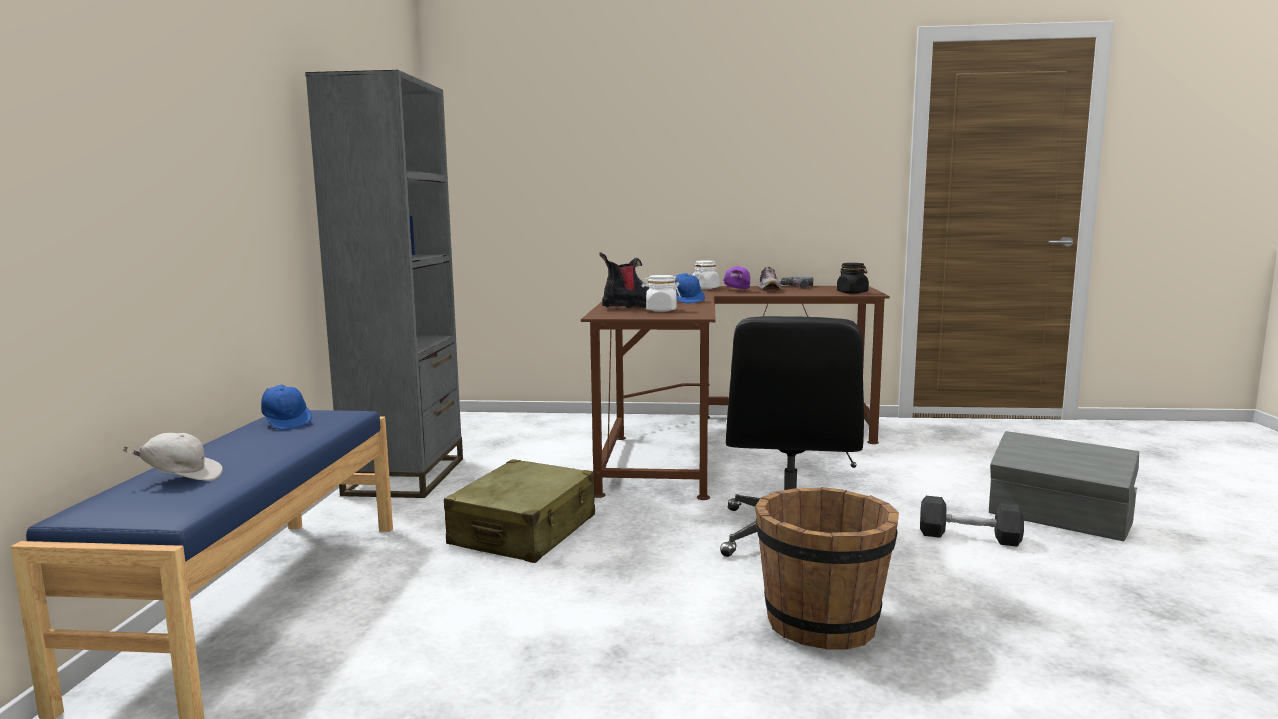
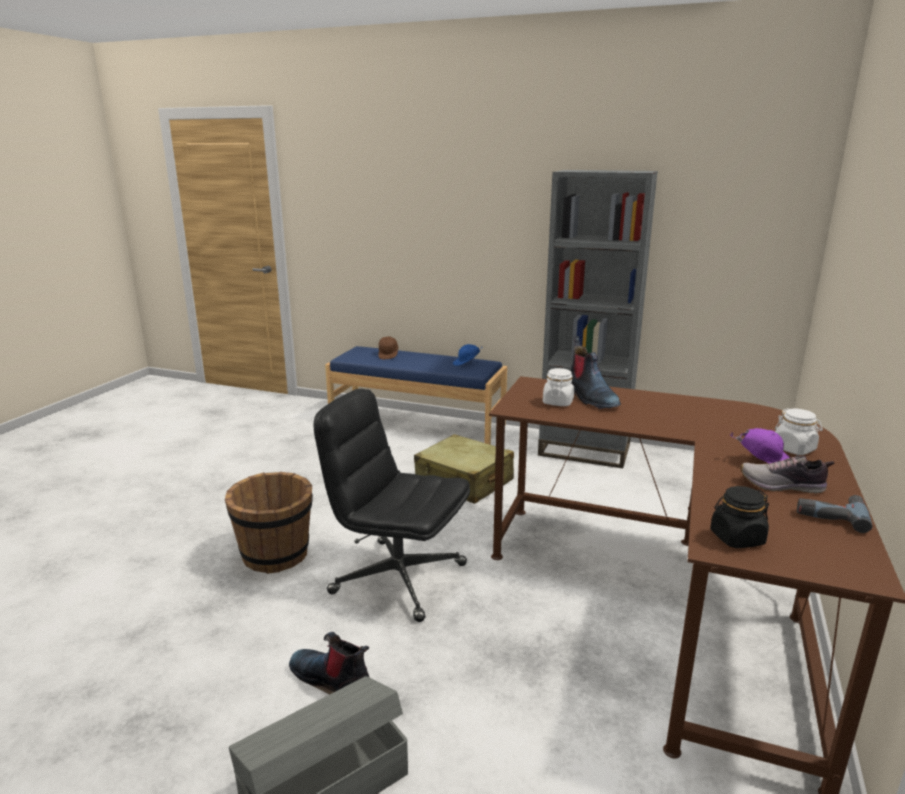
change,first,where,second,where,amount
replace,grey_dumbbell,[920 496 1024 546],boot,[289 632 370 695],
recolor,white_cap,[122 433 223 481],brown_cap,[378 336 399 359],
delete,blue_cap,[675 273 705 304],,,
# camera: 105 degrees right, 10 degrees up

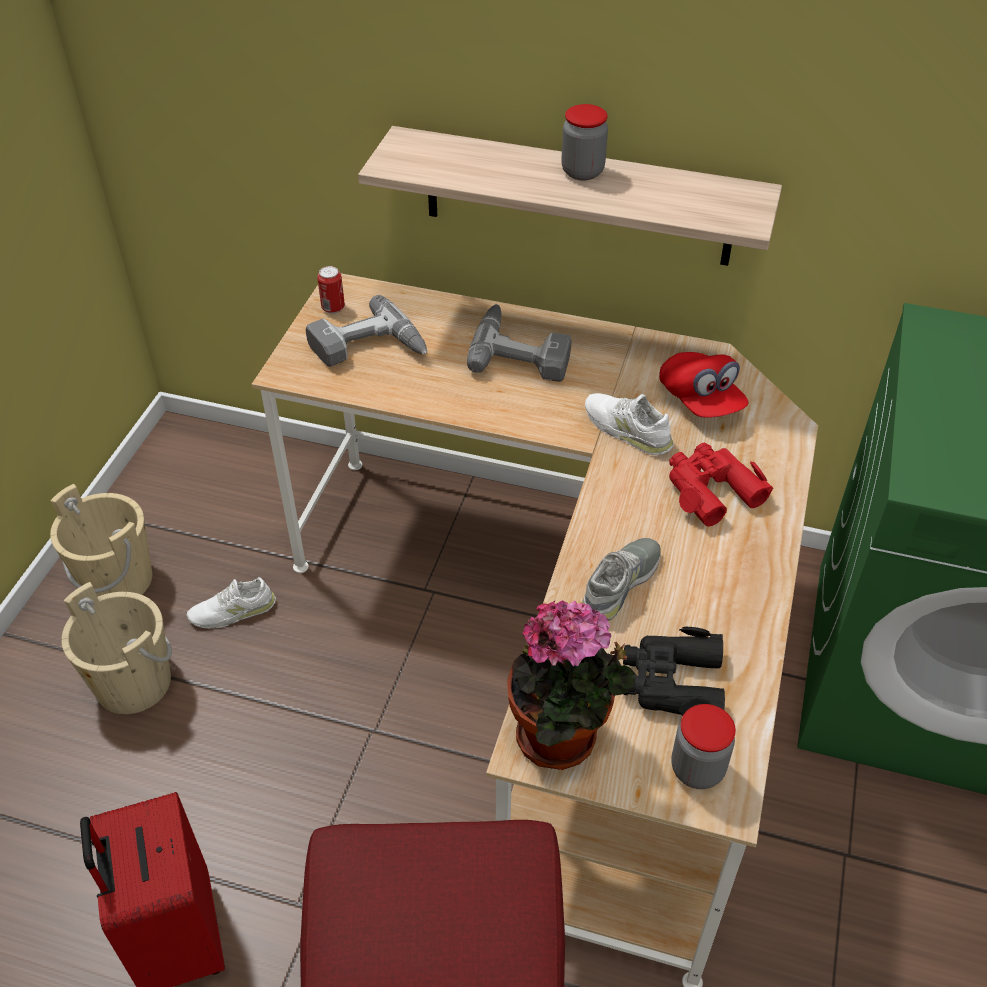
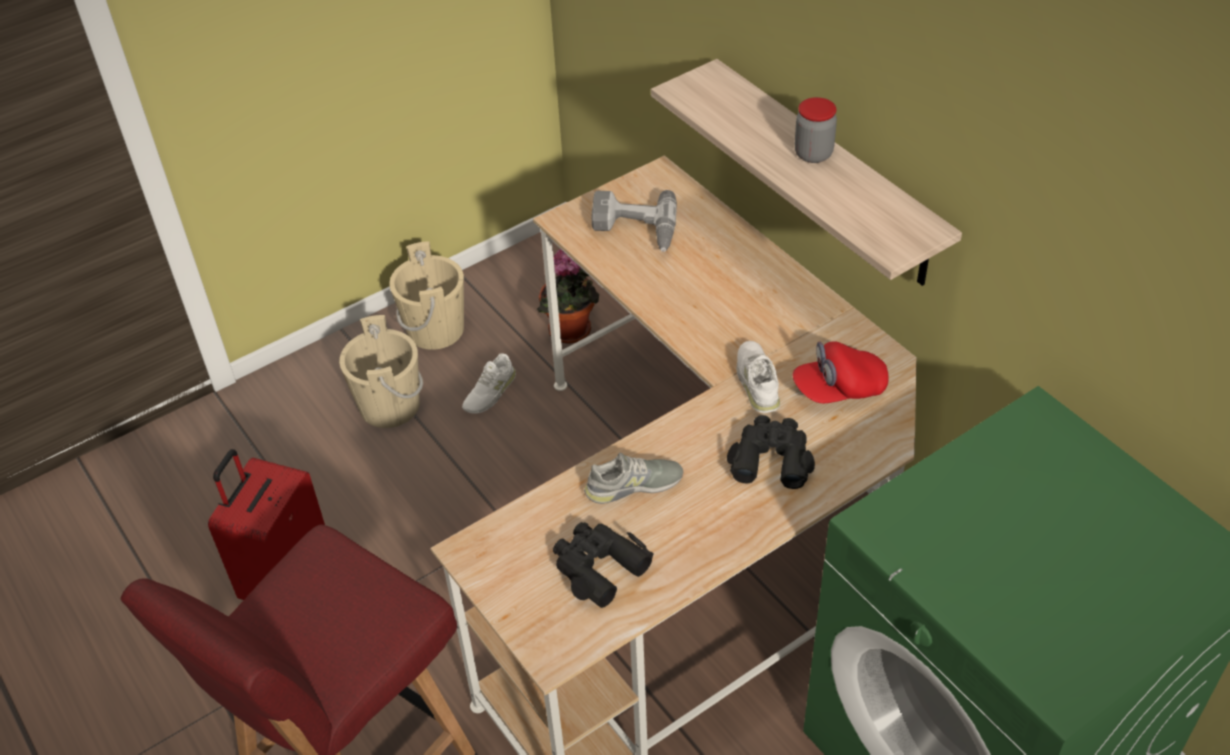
change,first,where,second,where,amount
rotate,white_shoe,[187 577 276 628],,[462 353 516 414],75 degrees counterclockwise
move,potted_plant,[507 600 636 770],,[537 249 599 344],
recolor,red_binoculars,[669 443 773 527],black_binoculars,[727 415 815 489],
rotate,red_cap,[659 352 748 418],,[792 341 889 403],60 degrees clockwise
delete,can,[317 266 345 314],,,
delete,power_drill,[467 304 572 382],,,
delete,jar,[671 704 736 789],,,
# camera: 40 degrees right, 0 degrees up

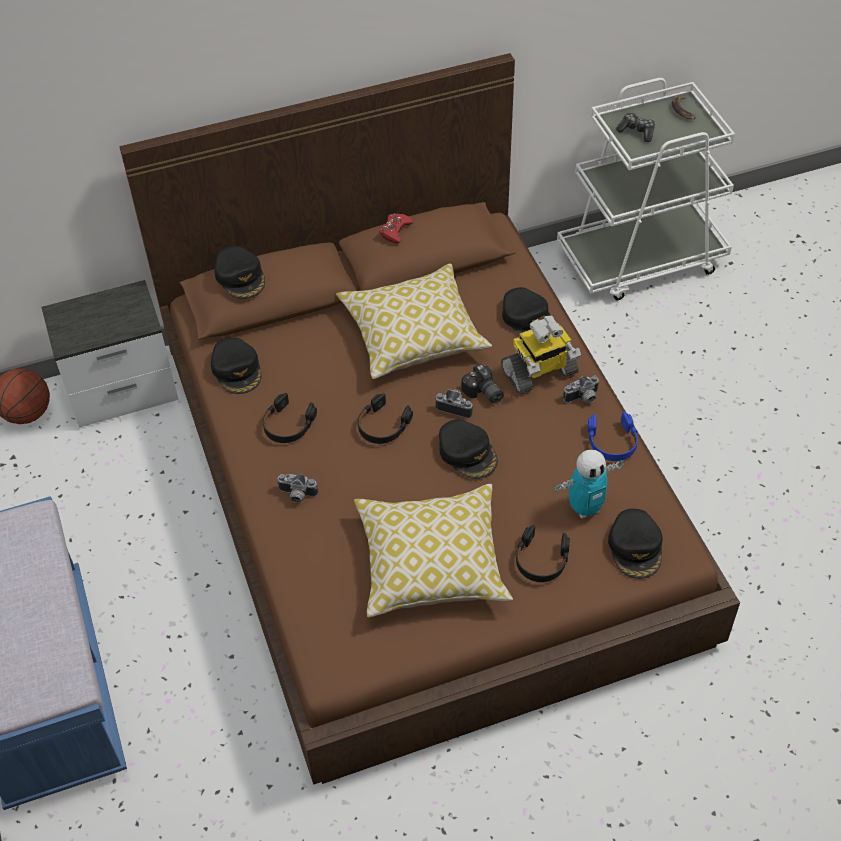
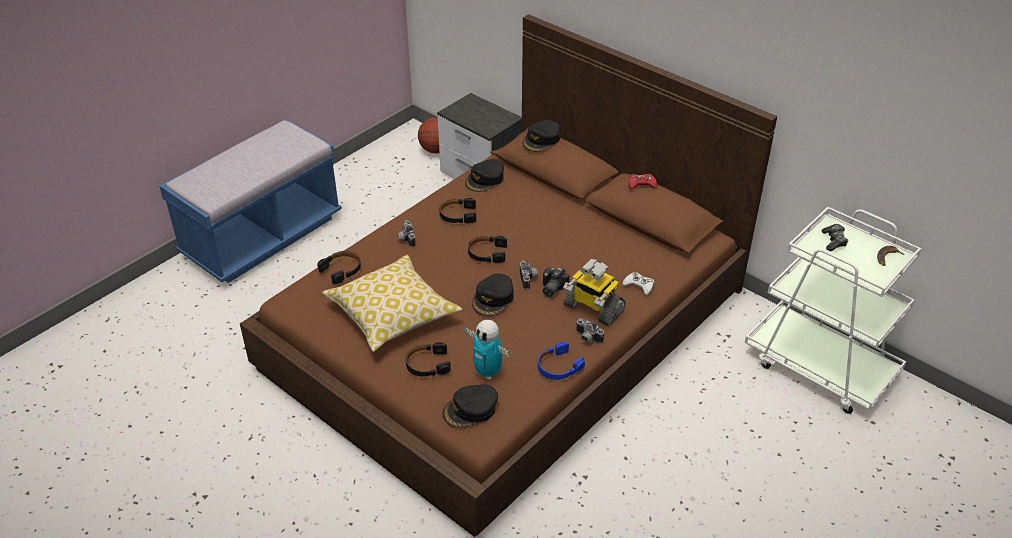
change,first,where,second,where,amount
insert,,,black_headphones,[317 251 361 284],
replace,black_cap,[502 287 551 335],white_game_controller,[622 272 654 295],
delete,pillow,[336 264 492 379],,,
# camera: 60 degrees right, 10 degrees down

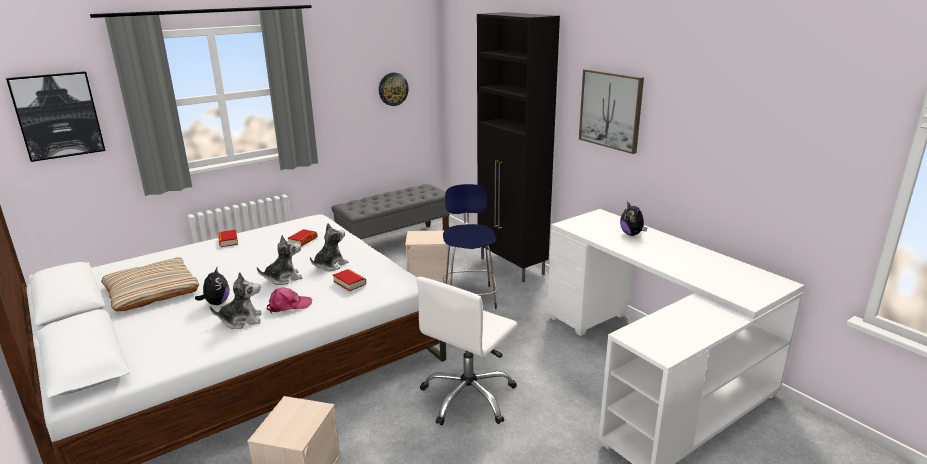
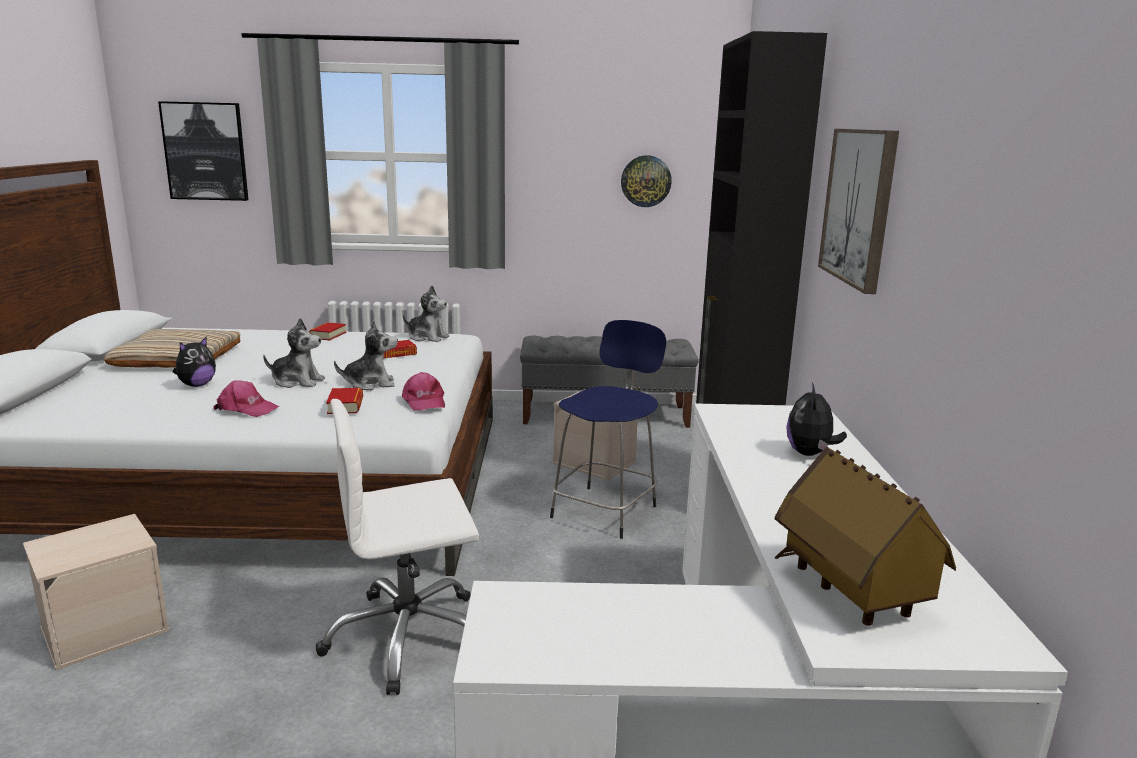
change,first,where,second,where,amount
insert,,,pink_cap,[402 372 445 411],
move,plush_toy,[210 272 261 329],,[403 286 449 342],
insert,,,toy_house,[774 446 956 626],
# camera: 35 degrees right, 5 degrees down

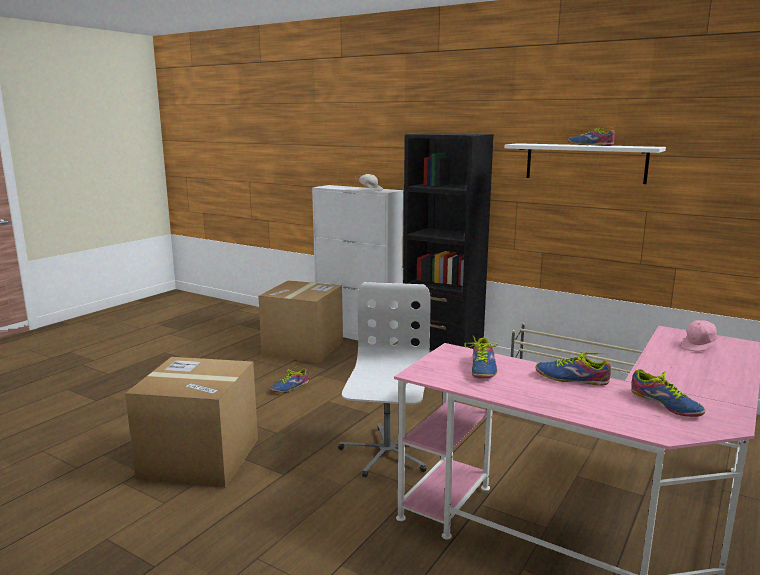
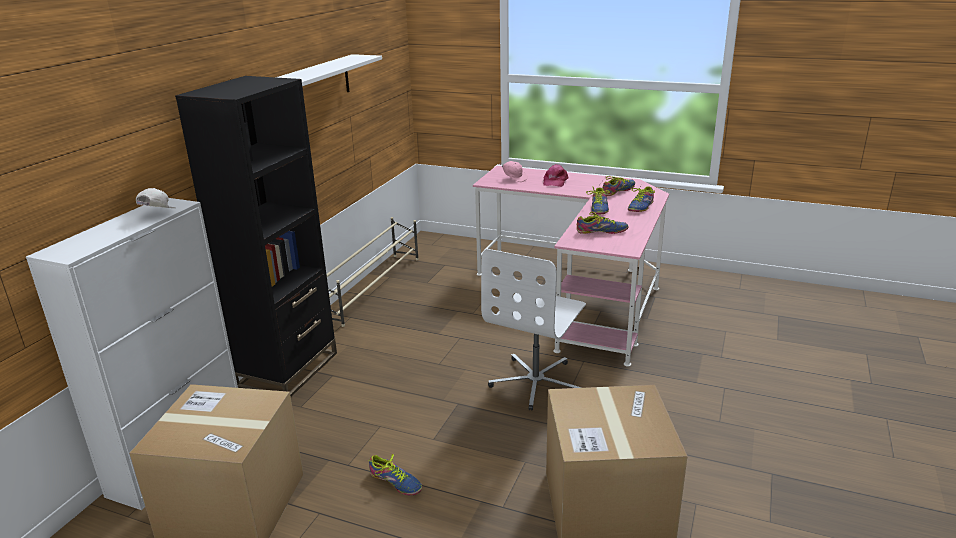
change,first,where,second,where,amount
rotate,white_office_chair,[338 282 431 478],,[481 249 586 410],60 degrees counterclockwise
insert,,,pink_cap,[543 164 569 187],
move,shoe,[568 127 615 146],,[628 185 655 212],
# camera: 100 degrees left, 10 degrees up

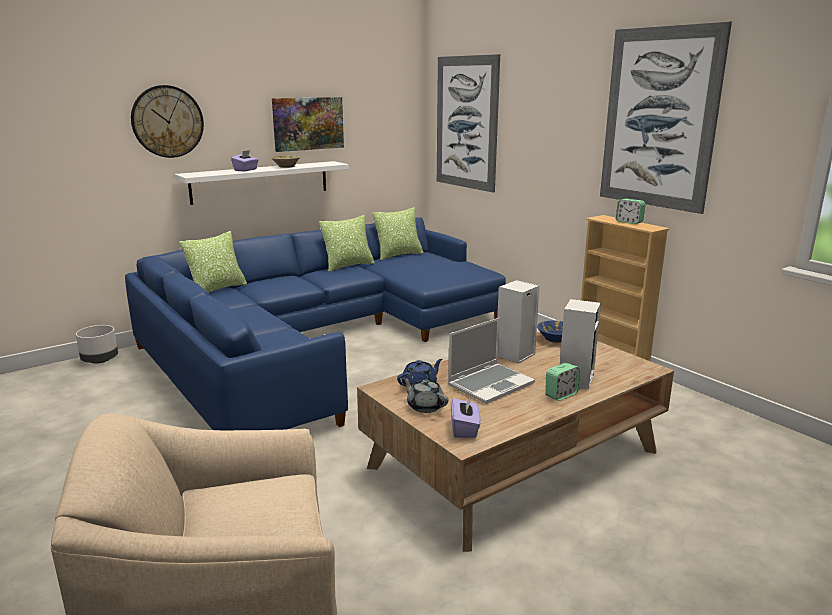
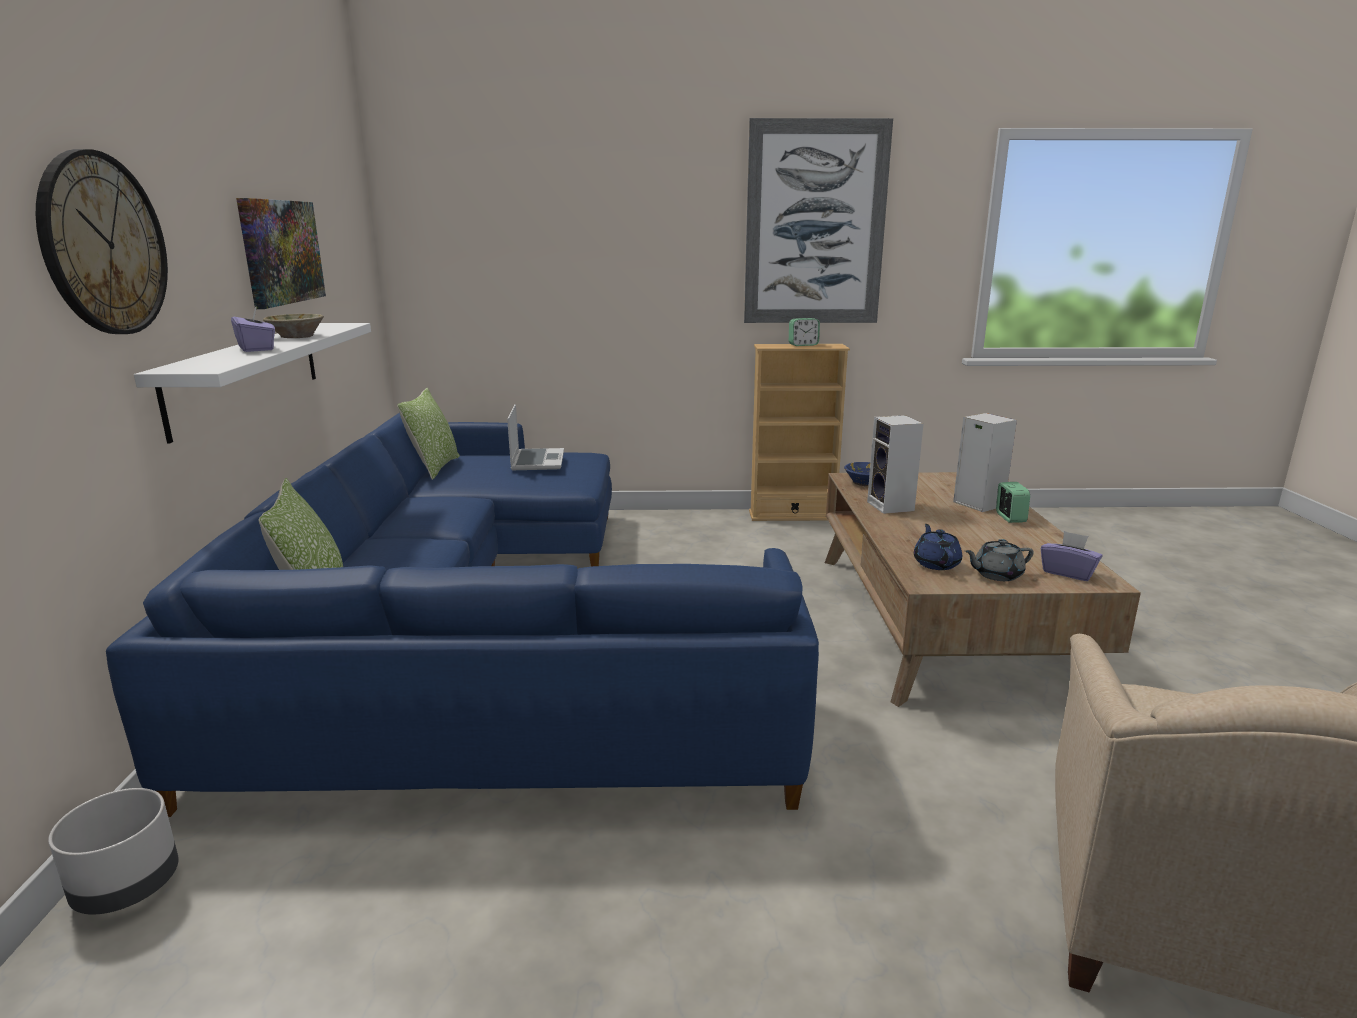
change,first,where,second,where,amount
move,laptop,[448 318 535 404],,[507 404 564 470],
delete,pillow,[319 215 375 272],,,
delete,picture,[437 54 500 193],,,
# camera: 55 degrees left, 0 degrees up

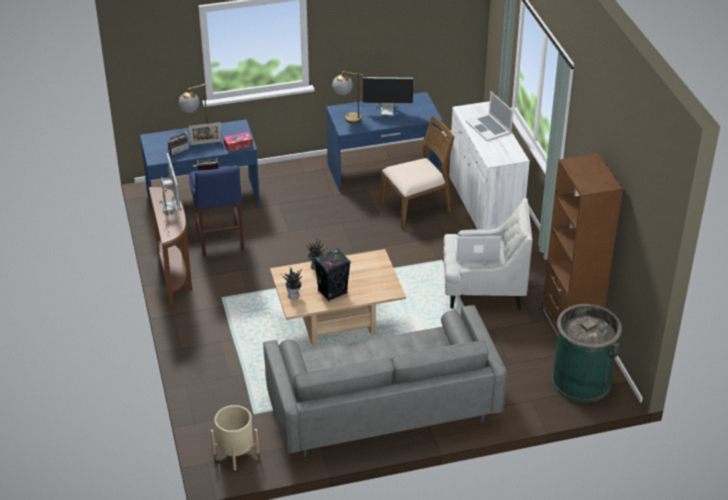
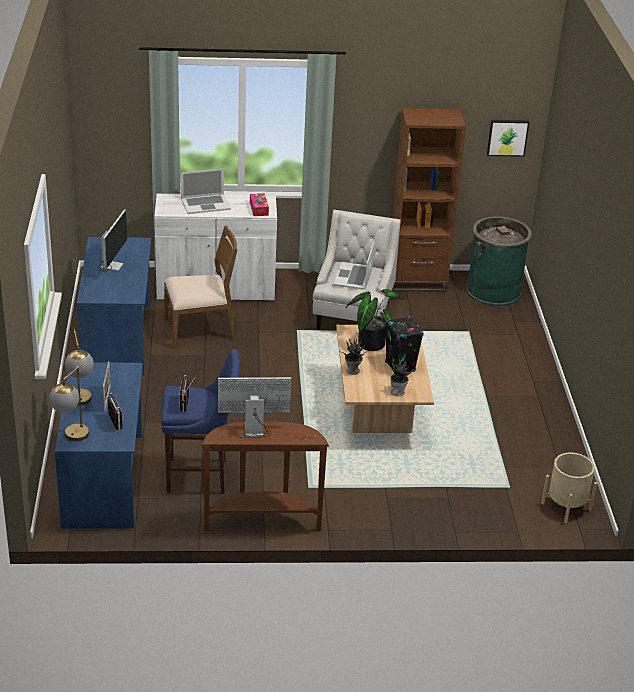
change,first,where,second,where,amount
move,table_lamp,[332 71 363 124],,[49 364 89 441],
rotate,brown_chair,[380 116 454 229],,[163 226 237 349],90 degrees clockwise
move,tissue_box,[224 132 253 152],,[250 193 269 216],
insert,,,potted_plant,[346 289 401 351],
insert,,,picture,[487 120 529 157],
delete,grey_sofa,[263 305 507 457],,,
# camera: 80 degrees left, 5 degrees down

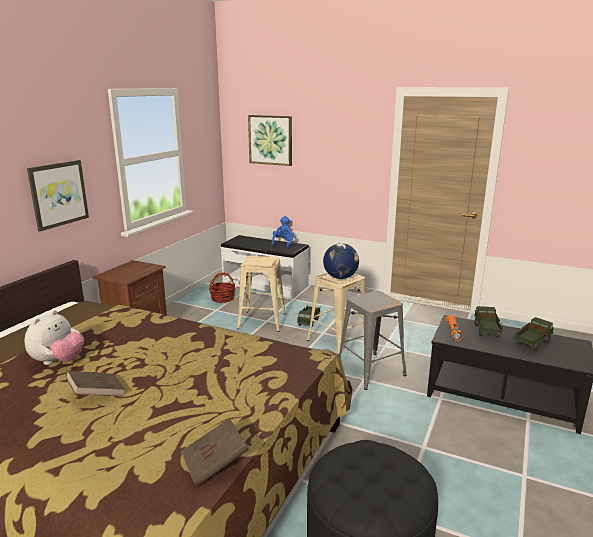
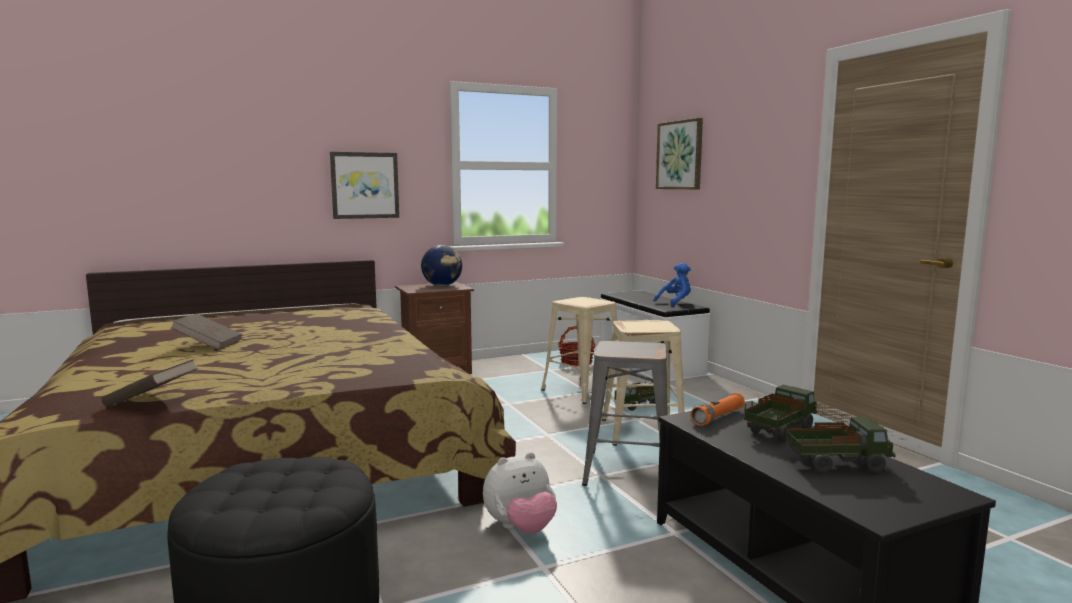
change,first,where,second,where,amount
move,globe,[323 243 359 279],,[421 245 462 286],
move,plush_toy,[24 310 84 365],,[483 452 557 534],
# camera: 40 degrees right, 10 degrees down

